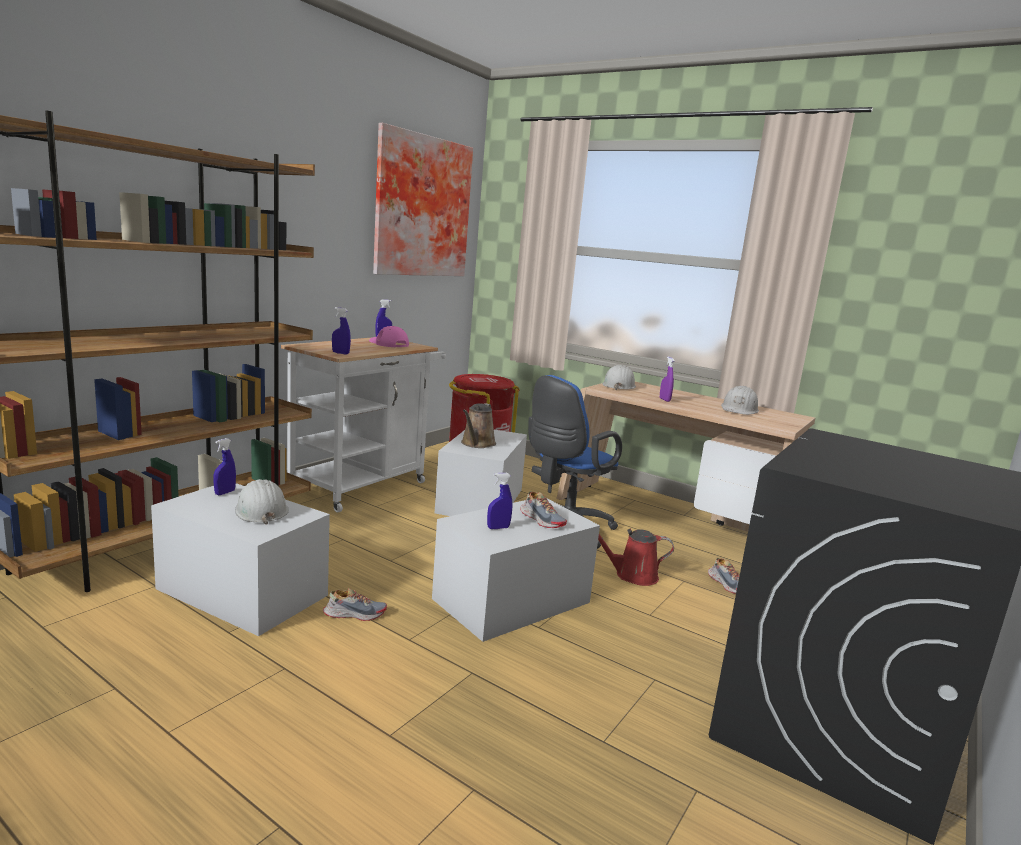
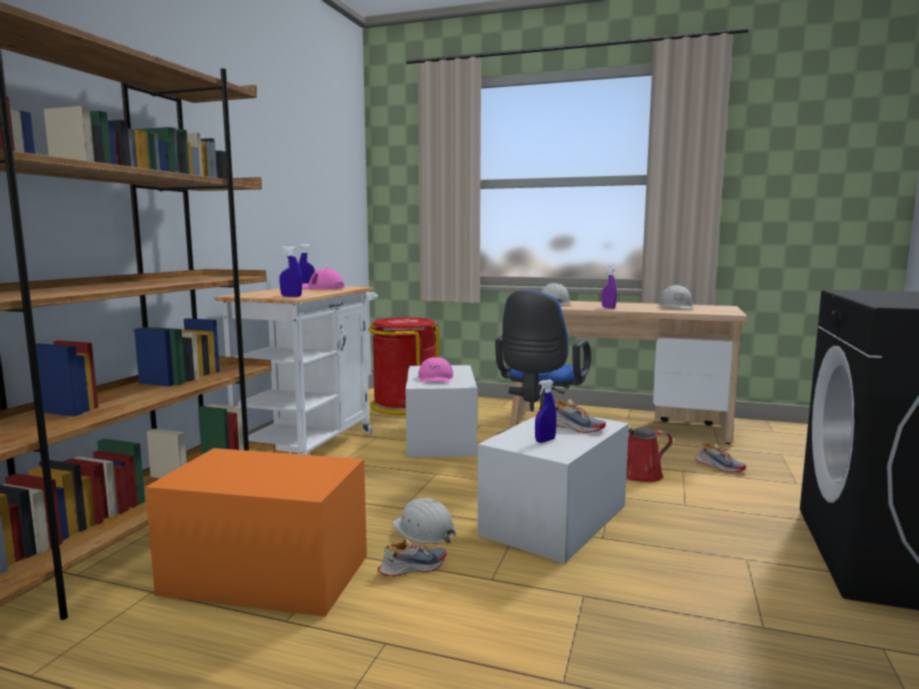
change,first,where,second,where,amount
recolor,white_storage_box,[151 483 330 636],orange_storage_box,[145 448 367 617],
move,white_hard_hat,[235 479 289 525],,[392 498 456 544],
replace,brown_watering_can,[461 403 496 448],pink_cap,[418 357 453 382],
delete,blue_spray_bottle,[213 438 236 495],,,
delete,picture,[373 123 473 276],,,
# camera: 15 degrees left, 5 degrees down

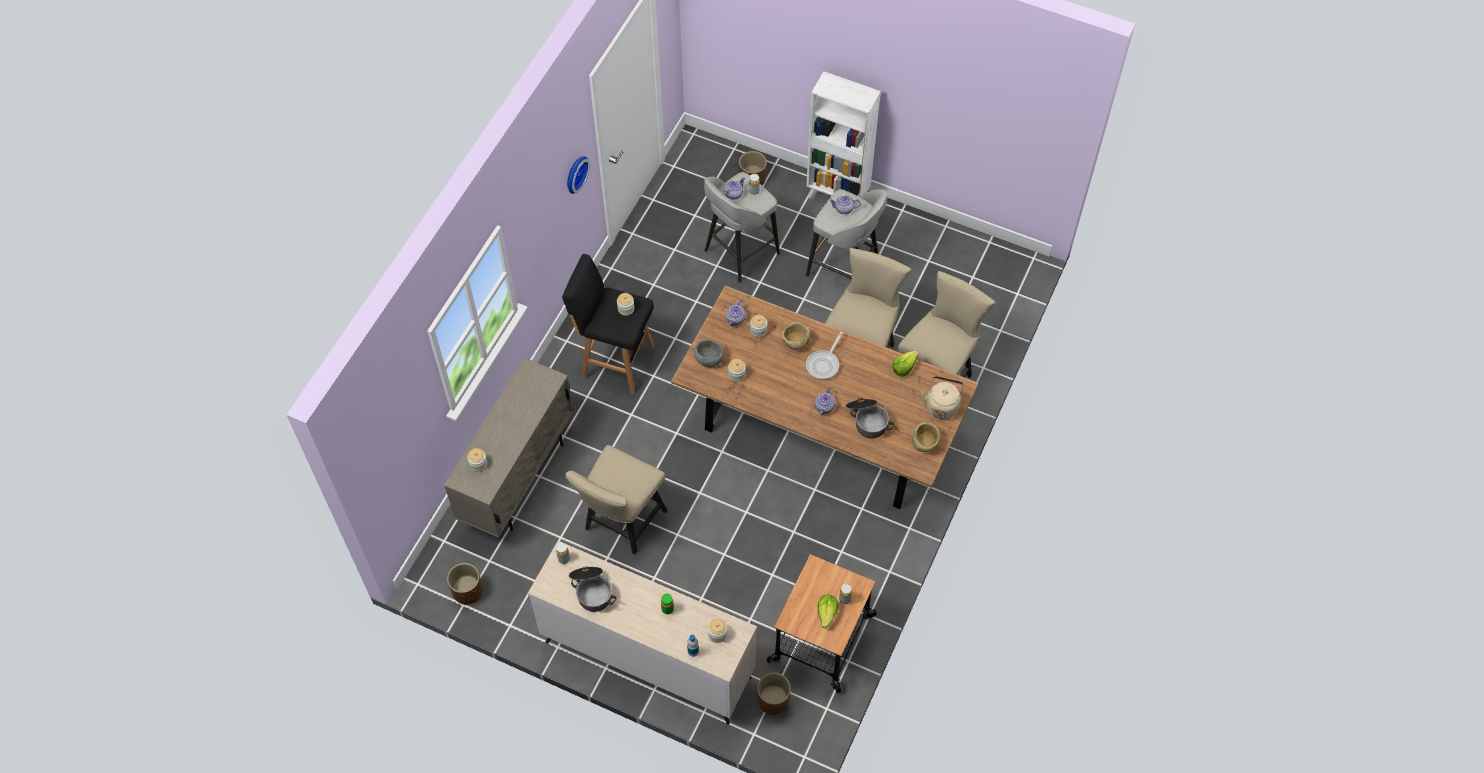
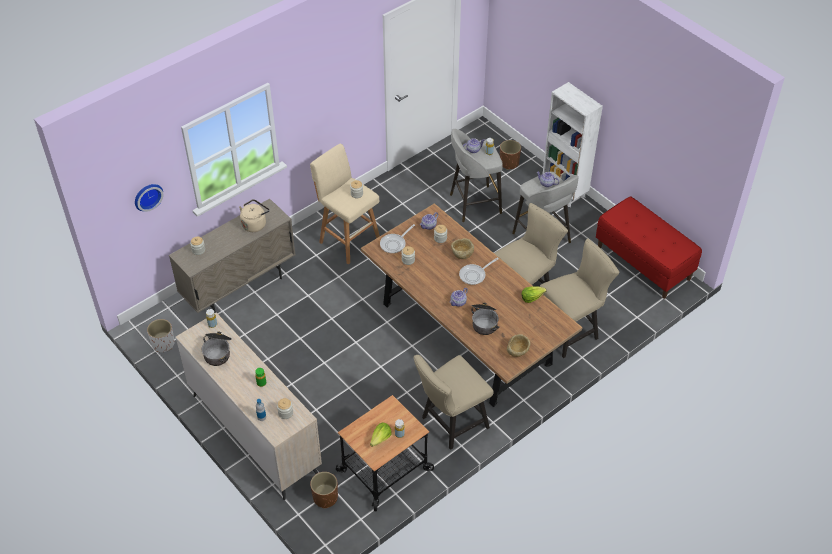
change,first,where,second,where,amount
move,wall_clock,[567 156 590 194],,[135 184 163 212],
recolor,brown_planter,[447 563 483 605],white_planter,[147 319 175 352],
move,beige_kettle,[921 376 964 419],,[239 199 270 232],
recolor,black_stool,[562 254 655 394],beige_stool,[310 143 380 264],
replace,grey_bowl,[694 339 724 367],frying_pan,[380 224 415 254],
move,beige_chair,[565 445 668 555],,[414 355 494 450],
insert,,,red_bench,[596 196 702 299],
# camera: 25 degrees right, 10 degrees down

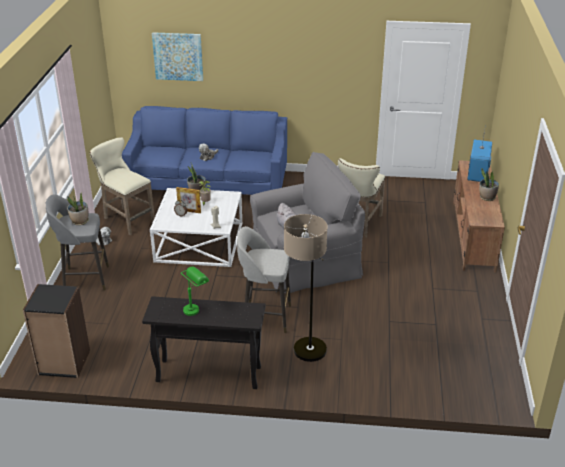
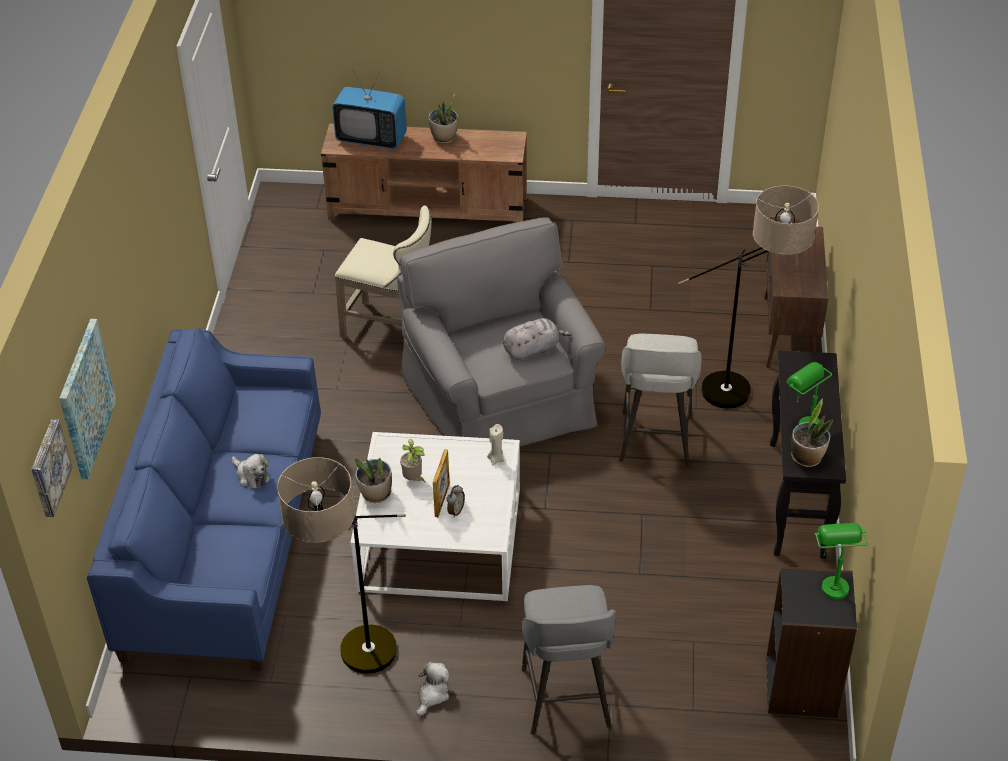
change,first,where,second,where,amount
insert,,,picture,[31 419 72 517],
replace,beige_stool,[90 137 155 235],floor_lamp,[277 457 406 674],
insert,,,brown_cabinet,[764 227 828 368],
move,potted_plant,[67 193 89 225],,[791 398 833 467],
insert,,,green_table_lamp,[814 523 868 600],
# camera: 90 degrees left, 10 degrees up

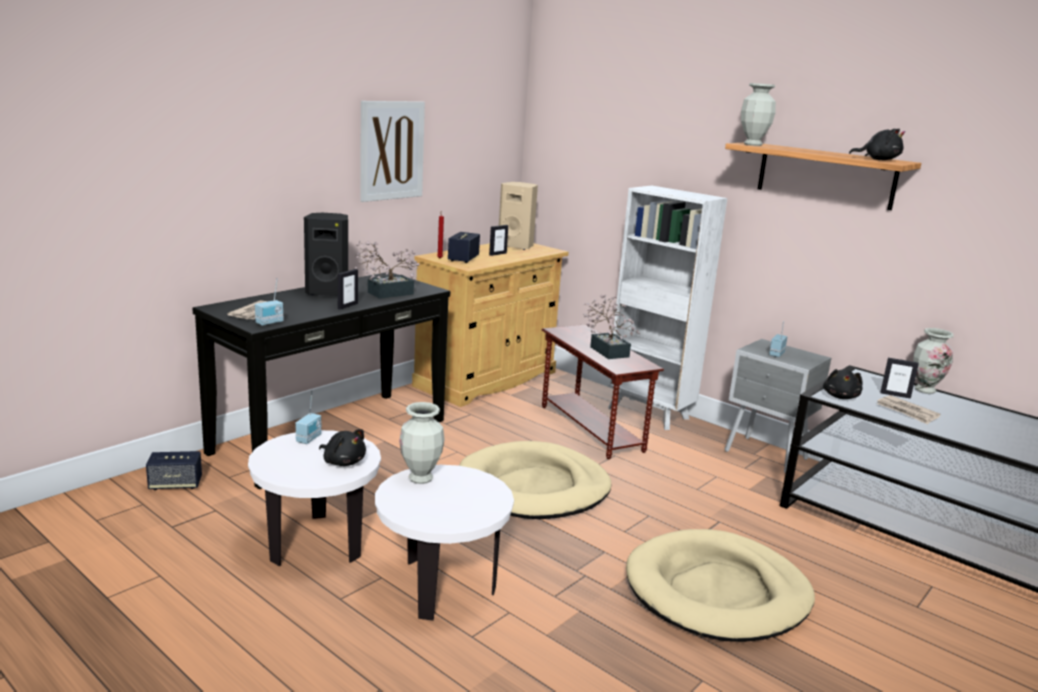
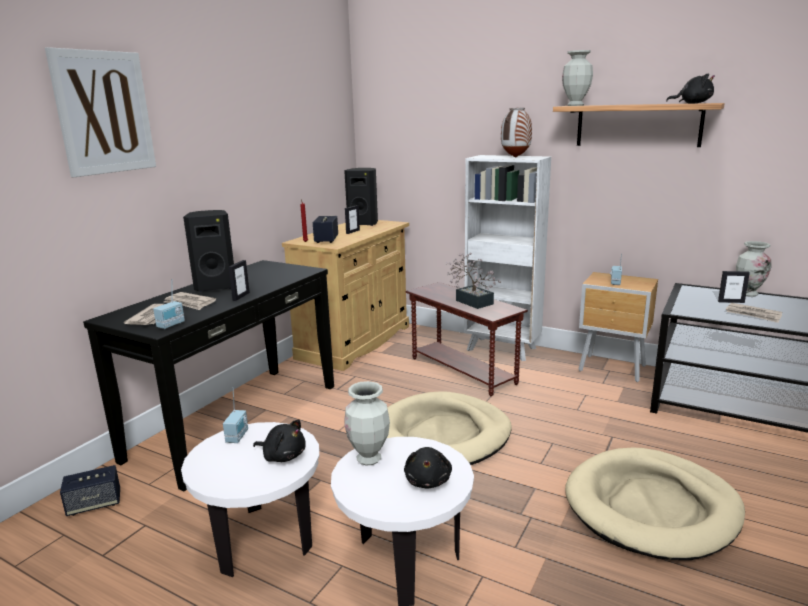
change,first,where,second,where,amount
move,picture,[360 101 425 202],,[45 47 156 177],
insert,,,newspaper,[164 292 216 310],
recolor,beige_speaker,[499 182 538 250],black_speaker,[344 168 378 226],
move,black_plush_toy,[823 369 863 399],,[404 447 452 488],
insert,,,vase,[501 108 532 157],
recolor,grey_nightstand,[725 339 831 474],brown_nightstand,[578 272 658 382],
delete,potted_plant,[355 240 419 299],,,
# camera: 10 degrees left, 0 degrees up

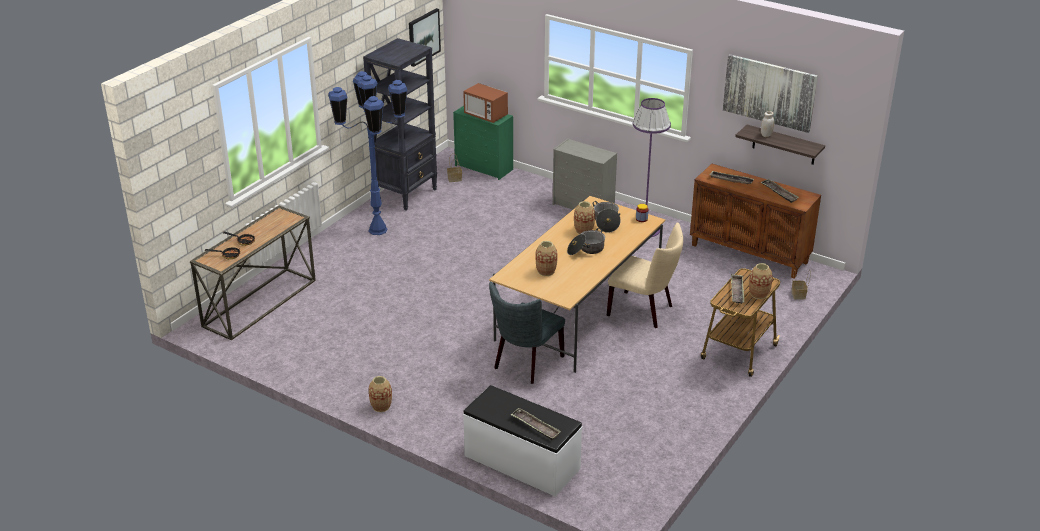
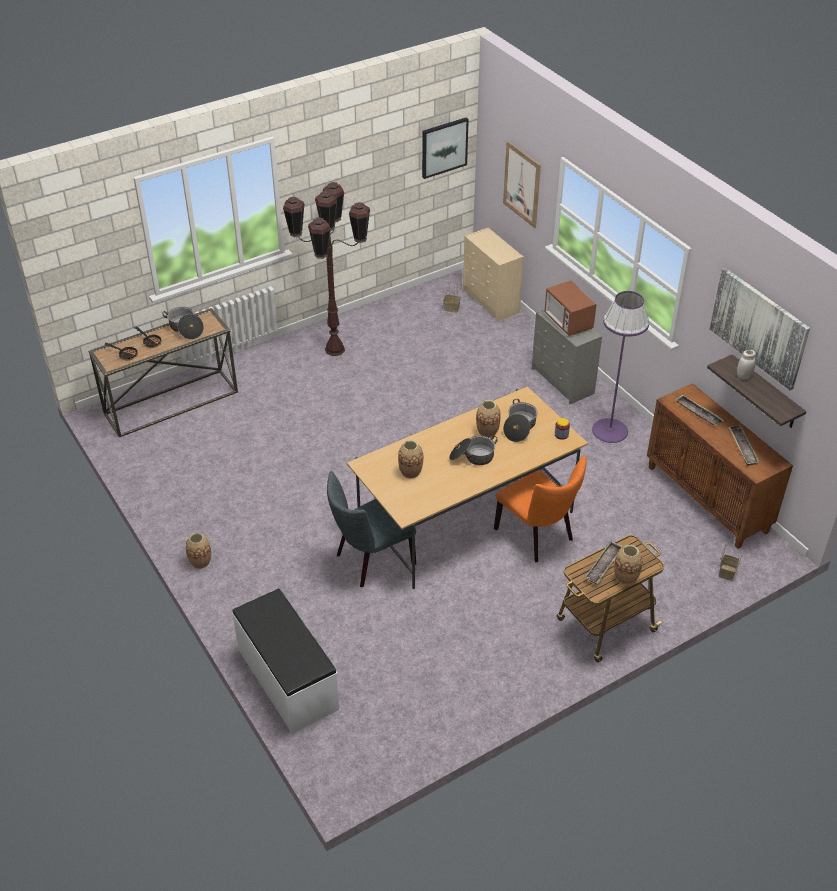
change,first,where,second,where,amount
insert,,,cooking_pot,[162 307 204 340],
recolor,blue_floor_lamp,[328 71 407 235],brown_floor_lamp,[283 182 370 356],
recolor,green_dresser,[453 106 513 180],beige_dresser,[463 227 524 322],
recolor,beige_chair,[606 222 683 328],orange_chair,[494 456 586 562],
insert,,,picture,[503 141 541 228],
move,microwave,[463 83 508 123],,[544 280 597 336],
delete,black_bookcase,[363 38 437 211],,,
delete,tray,[510 408 561 440],,,
# camera: 25 degrees right, 10 degrees up

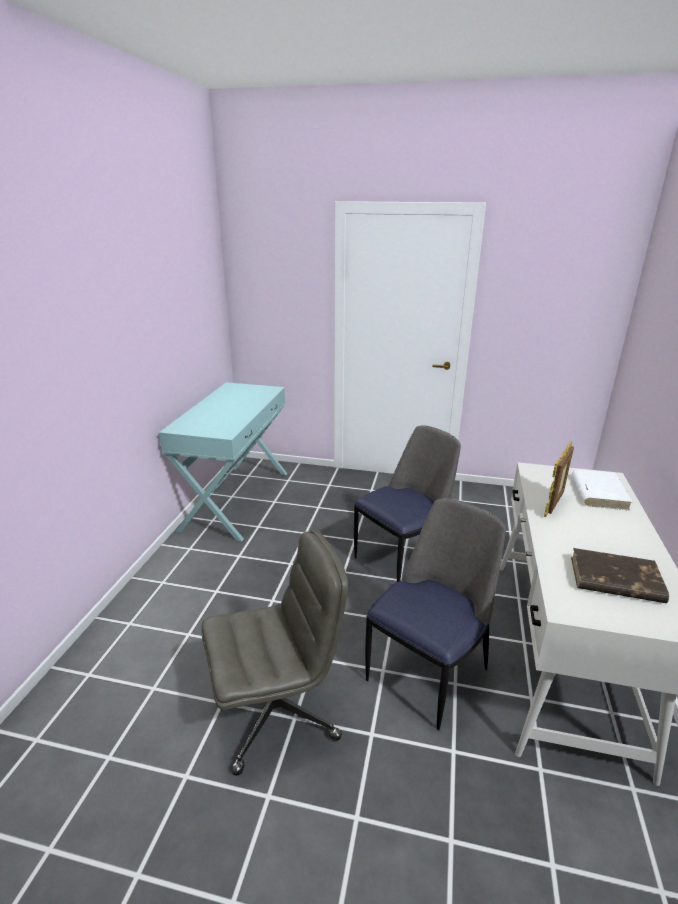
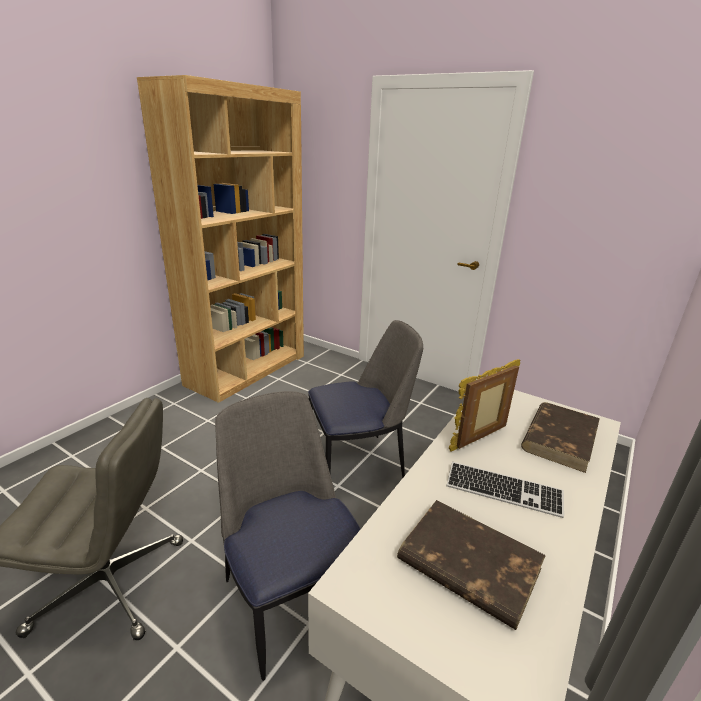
change,first,where,second,where,amount
replace,turquoise_console_table,[159 382 287 541],brown_bookcase,[137 75 304 403],
rotate,chair,[365 498 506 730],,[215 391 360 681],90 degrees counterclockwise
insert,,,keyboard,[447 462 564 518],
recolor,white_book,[572 469 632 511],brown_book,[521 402 600 473],
# camera: 20 degrees right, 0 degrees up

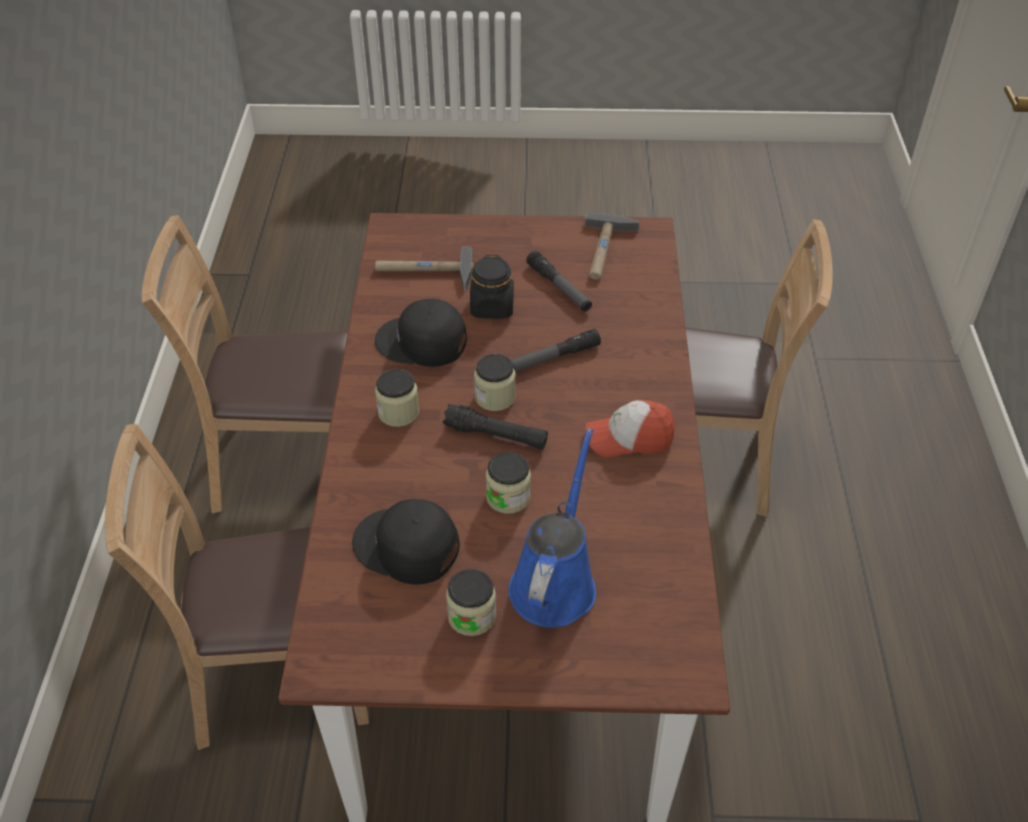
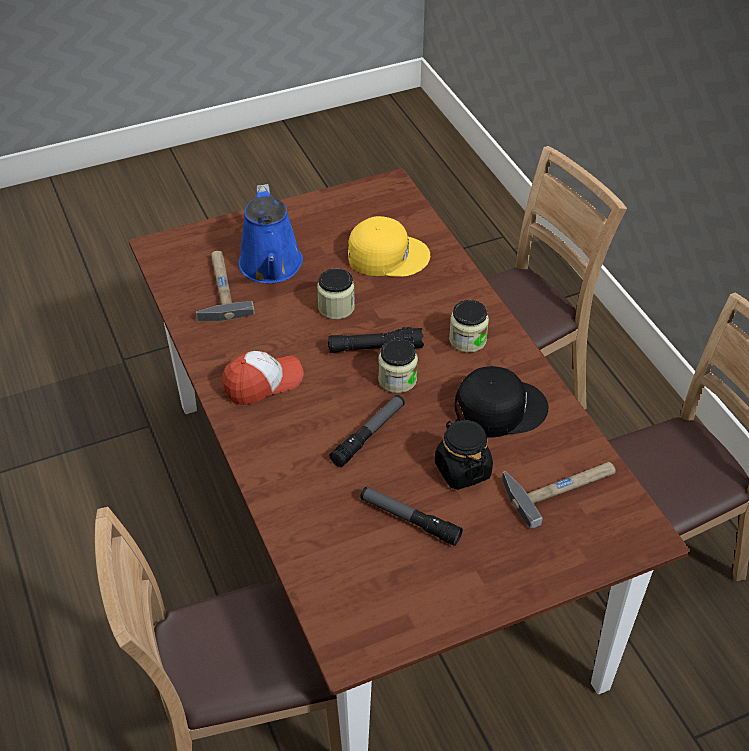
change,first,where,second,where,amount
move,hammer,[584 213 640 280],,[196 251 255 321],
recolor,black_cap,[352 499 460 584],yellow_cap,[348 216 430 277],
delete,jar,[446 569 496 636],,,
# camera: 155 degrees right, 0 degrees up

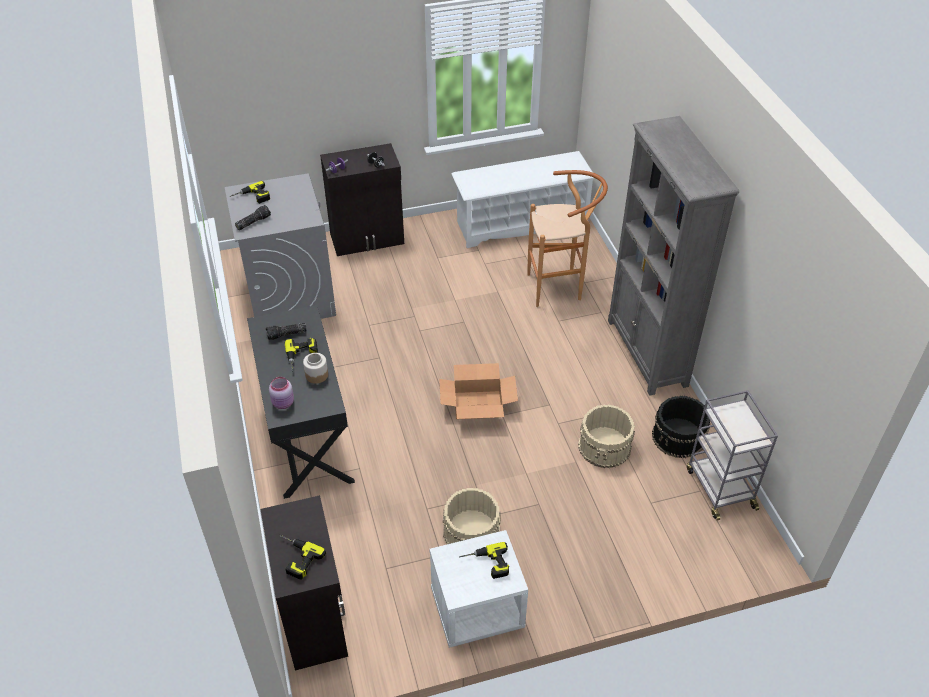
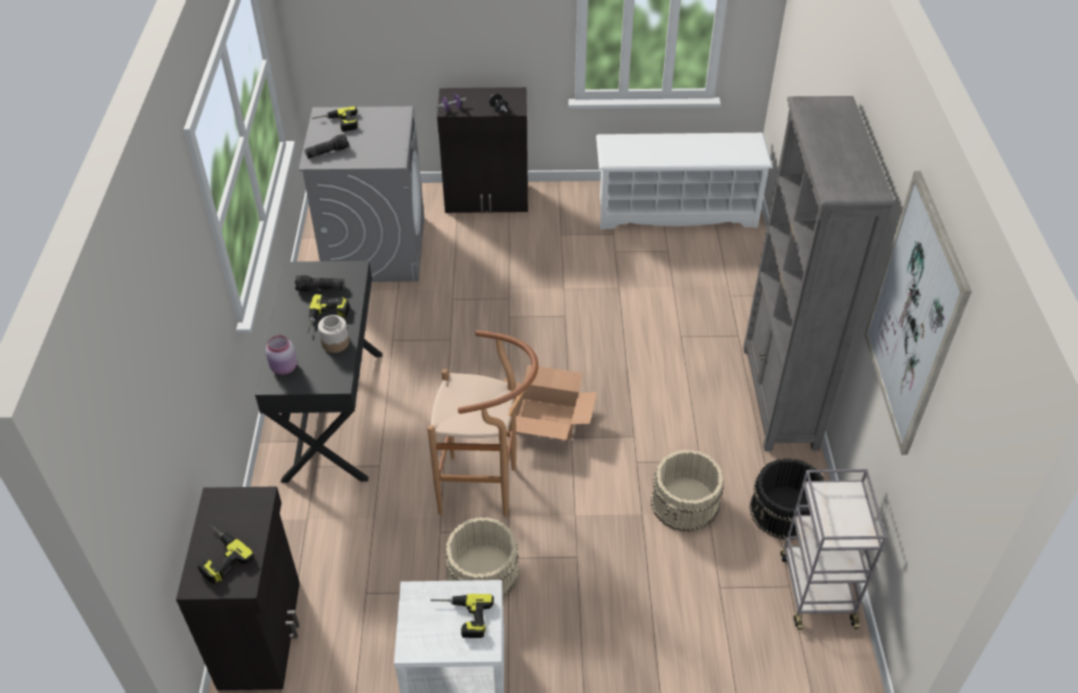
change,first,where,second,where,amount
move,brown_stool,[527 170 608 307],,[427 330 538 517],
insert,,,picture,[864 171 972 455],
# camera: 15 degrees right, 0 degrees up

